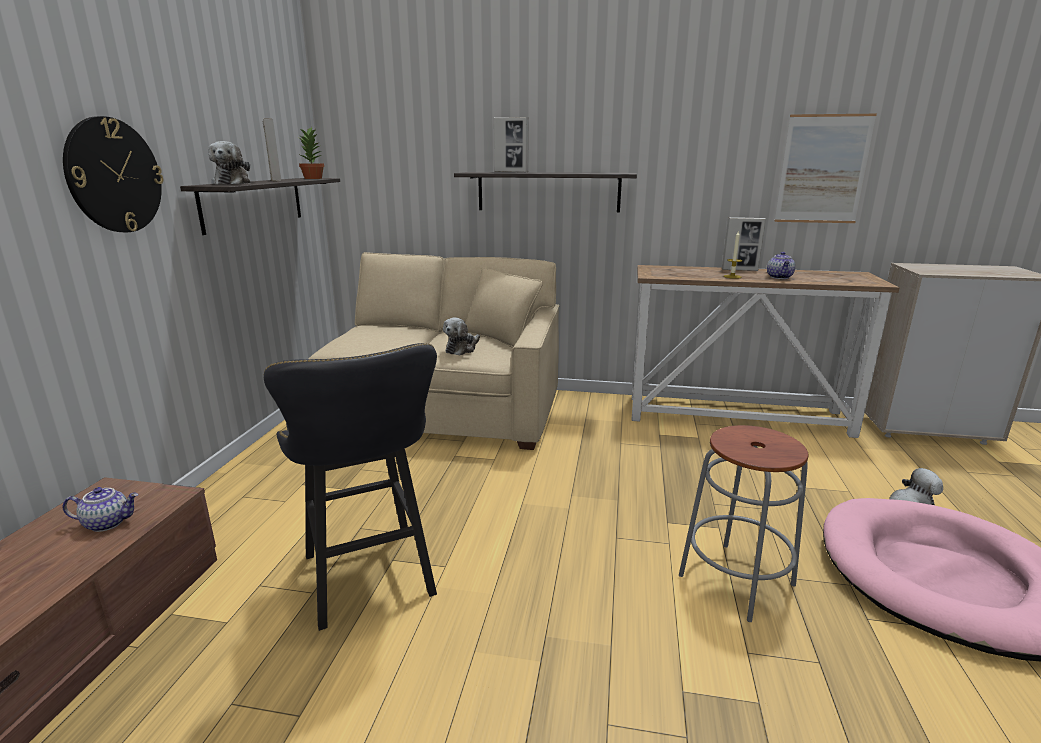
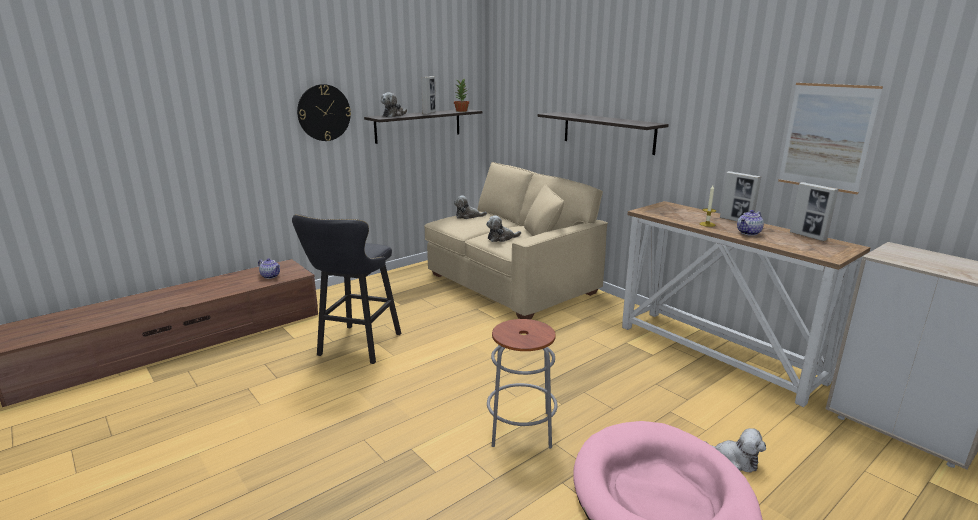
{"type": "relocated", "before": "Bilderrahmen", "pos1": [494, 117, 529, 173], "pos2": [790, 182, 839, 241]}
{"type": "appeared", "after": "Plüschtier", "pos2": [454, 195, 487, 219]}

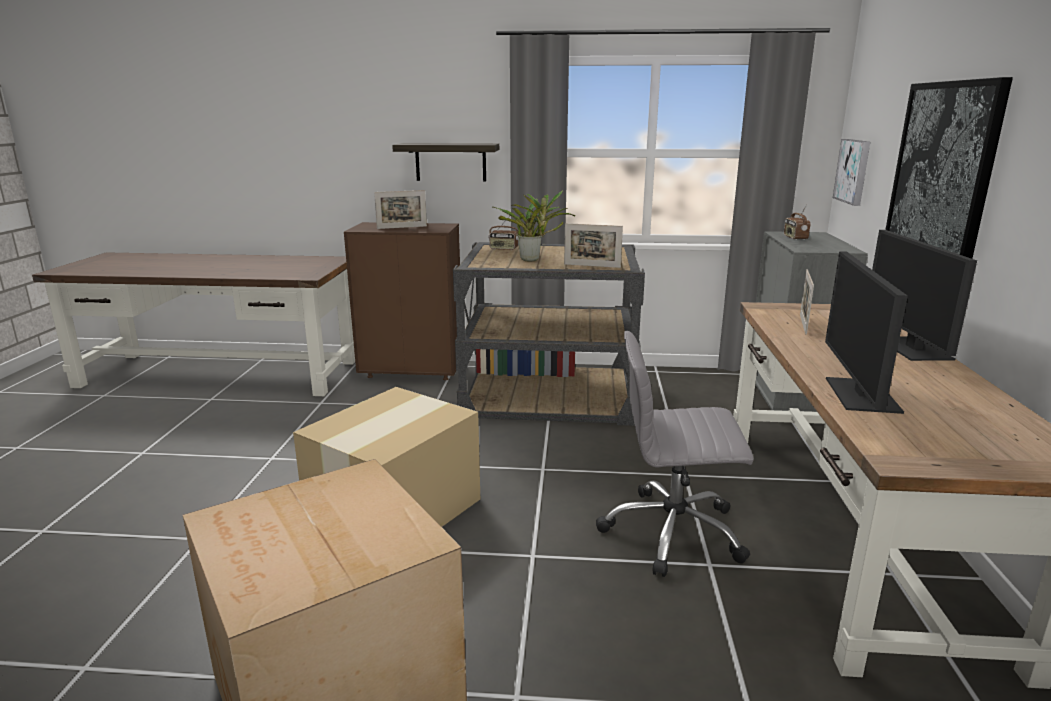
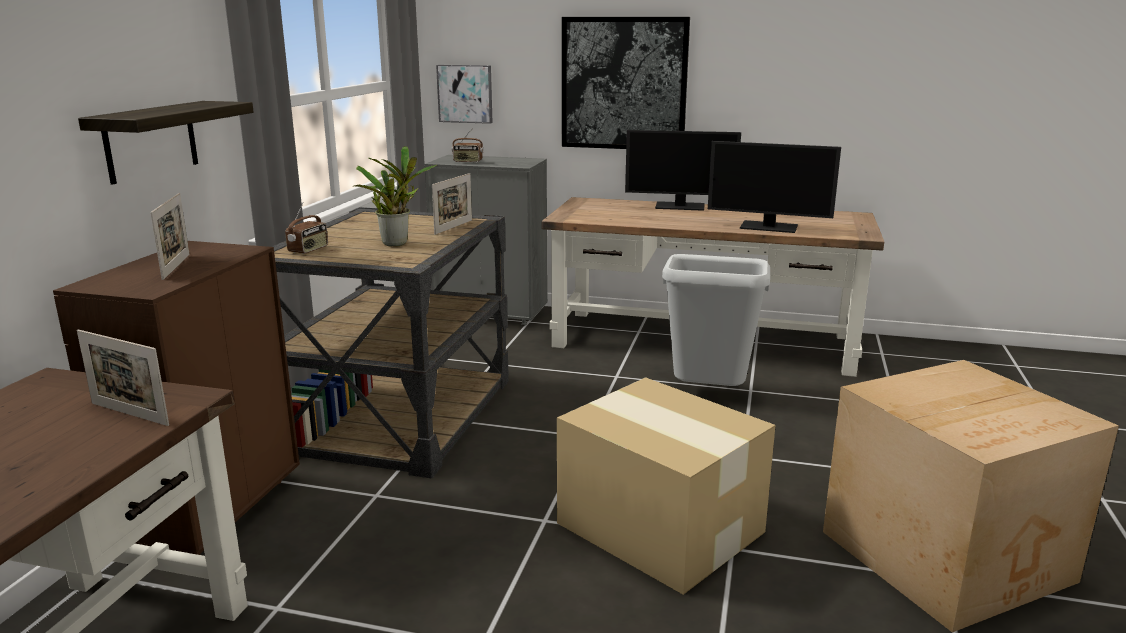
{"type": "relocated", "before": "Bilderrahmen", "pos1": [800, 269, 814, 335], "pos2": [77, 329, 169, 426]}
{"type": "exchanged", "before": "Bürostuhl (grau)", "after": "Mülleimer (grau)", "pos1": [596, 331, 754, 577], "pos2": [662, 254, 770, 386]}

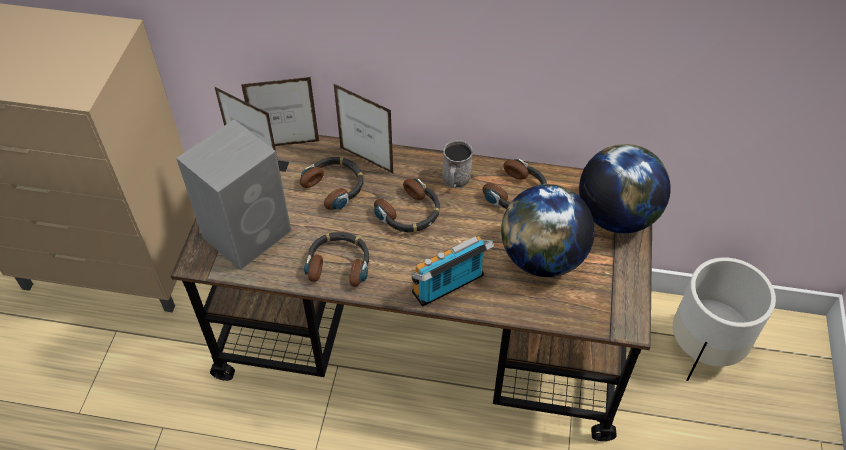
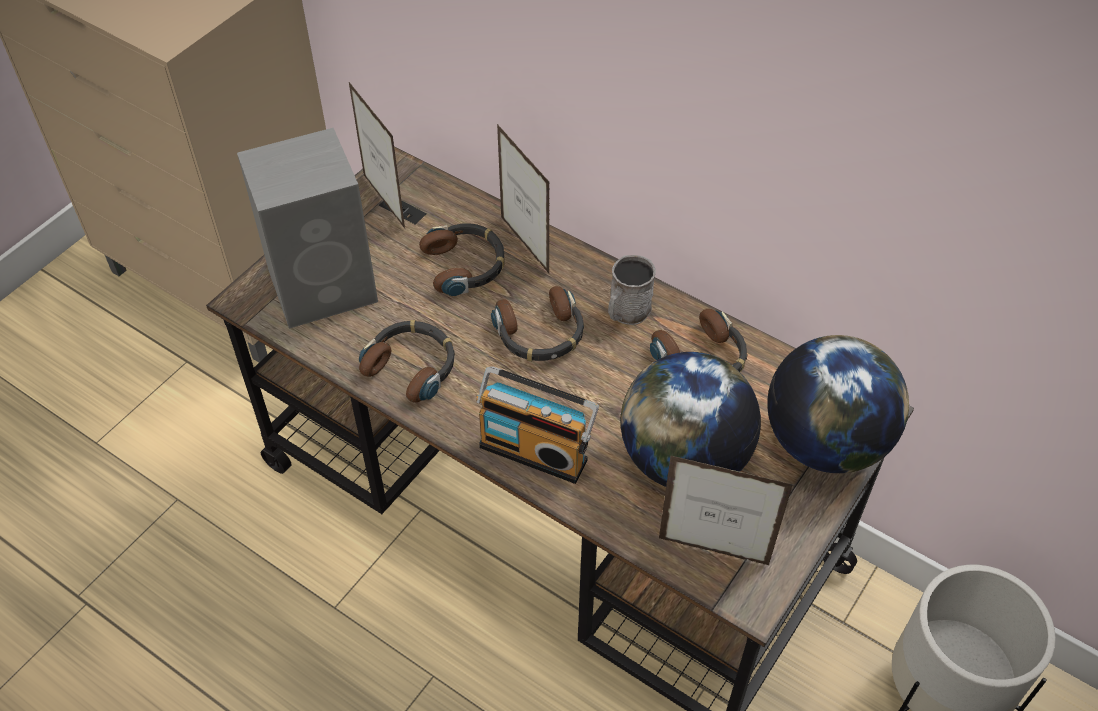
{"type": "relocated", "before": "Bilderrahmen", "pos1": [241, 77, 319, 146], "pos2": [659, 456, 794, 566]}
{"type": "spun", "before": "Radio", "pos1": [412, 236, 494, 307], "pos2": [476, 366, 599, 484], "turn": -150}

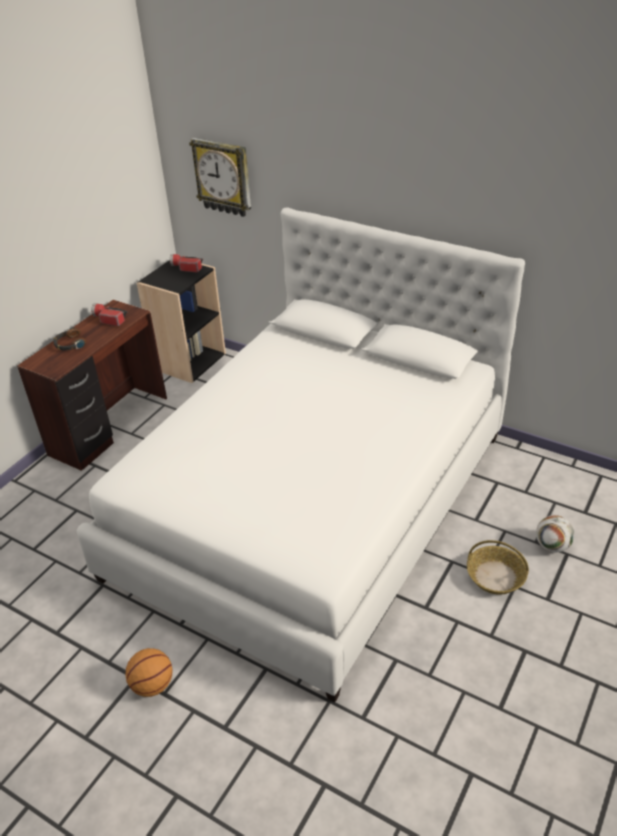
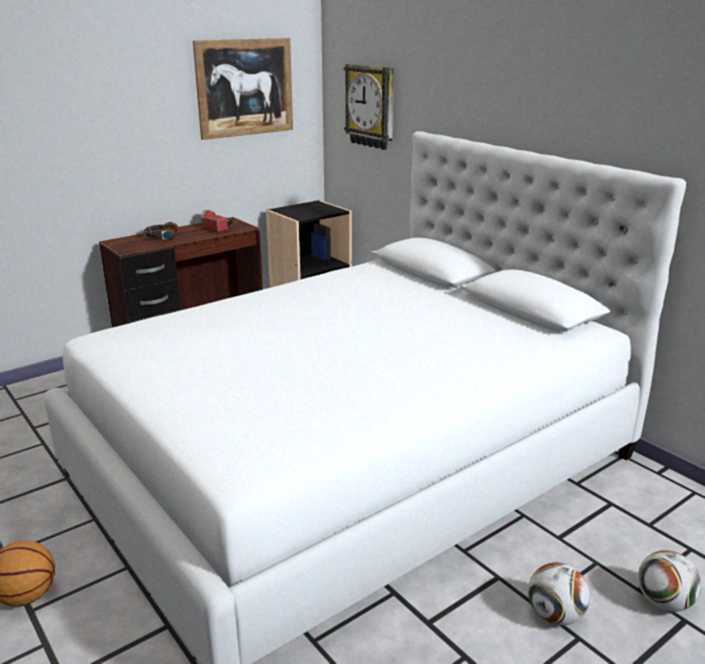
{"type": "missing", "before": "Taschenlampe", "pos1": [170, 254, 203, 272]}
{"type": "exchanged", "before": "Korb", "after": "Fußball", "pos1": [467, 540, 529, 595], "pos2": [528, 562, 590, 626]}
{"type": "appeared", "after": "Bild", "pos2": [193, 38, 293, 140]}

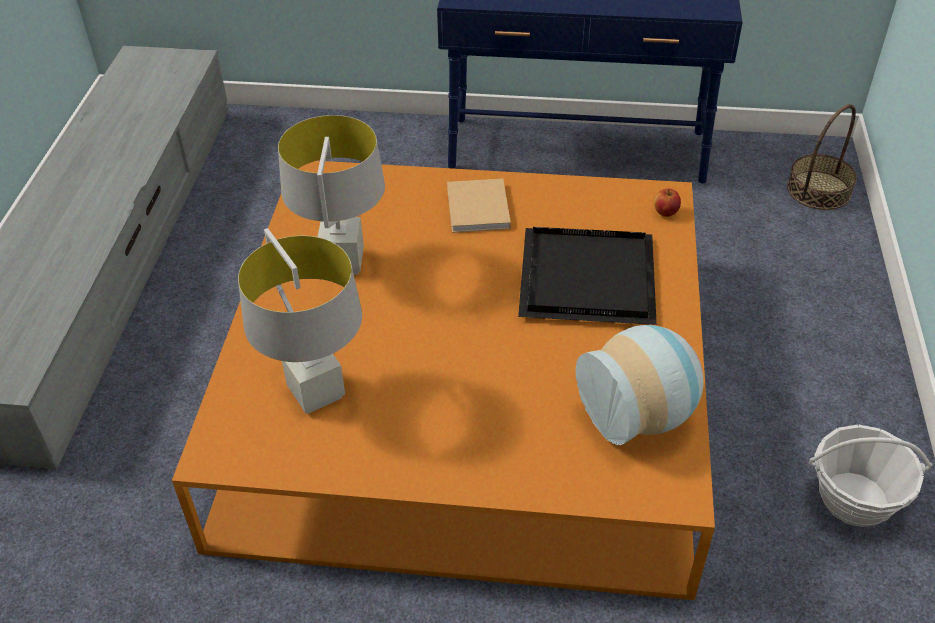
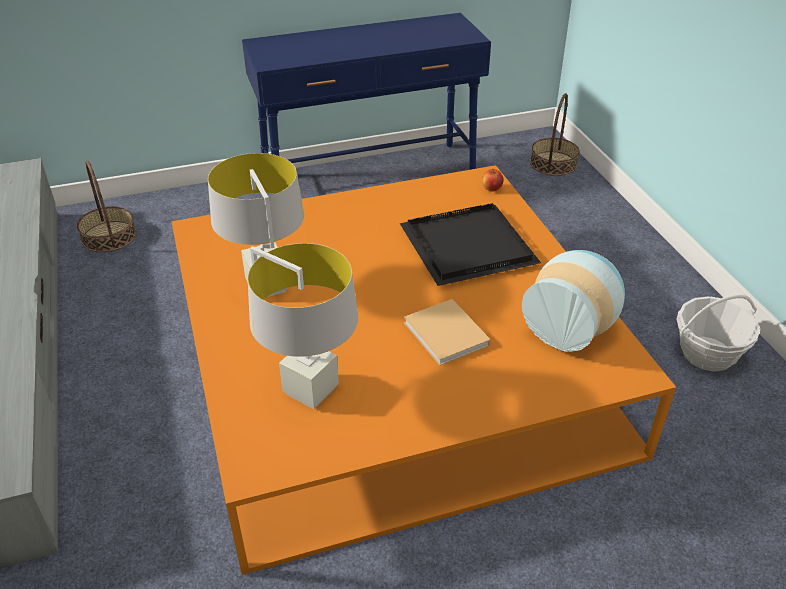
{"type": "relocated", "before": "Buch (beige)", "pos1": [447, 179, 511, 233], "pos2": [404, 299, 491, 366]}
{"type": "appeared", "after": "Korb", "pos2": [77, 161, 137, 253]}

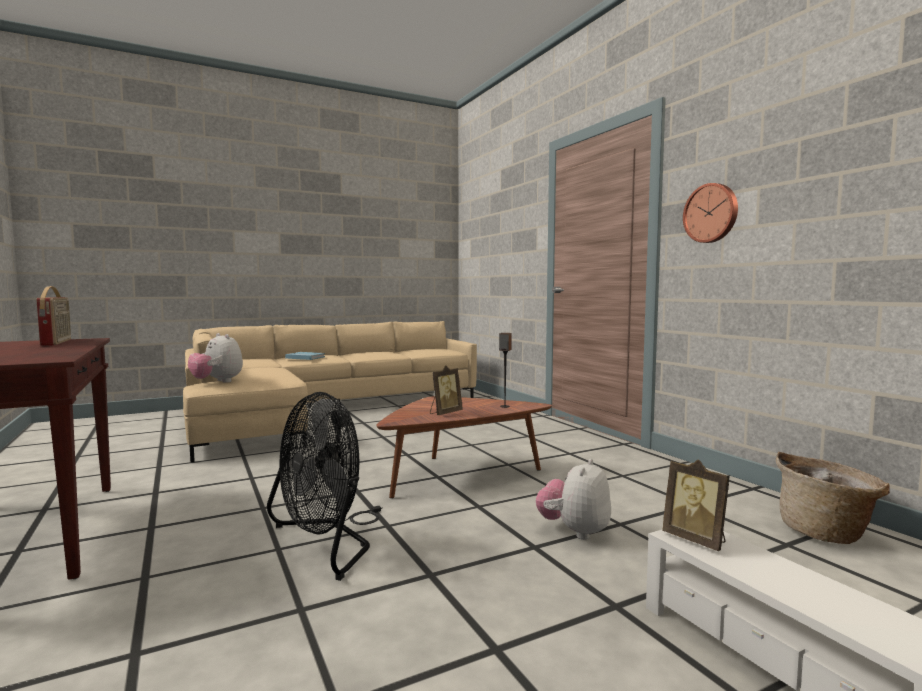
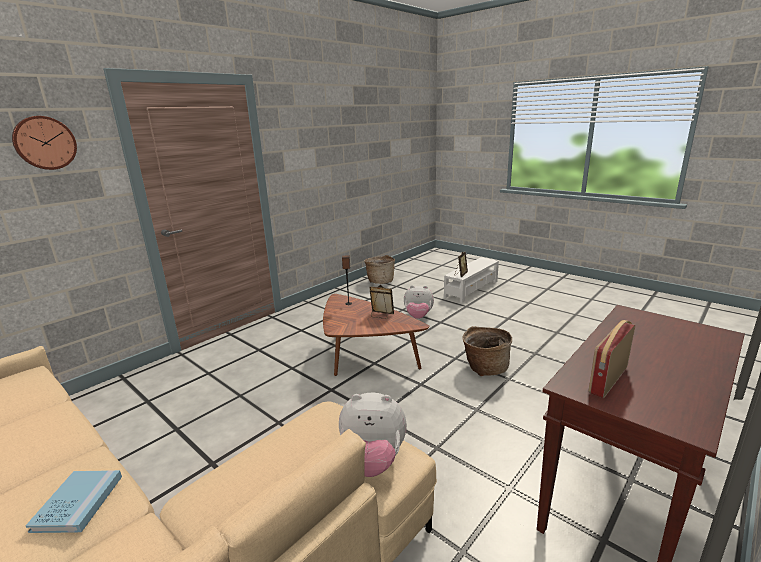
{"type": "relocated", "before": "Wanduhr", "pos1": [683, 183, 738, 243], "pos2": [12, 116, 77, 170]}
{"type": "spun", "before": "Plüschtier", "pos1": [188, 333, 243, 383], "pos2": [339, 393, 407, 477], "turn": 75}
{"type": "exchanged", "before": "Ventilator (schwarz)", "after": "Korb", "pos1": [267, 392, 382, 581], "pos2": [462, 326, 512, 376]}

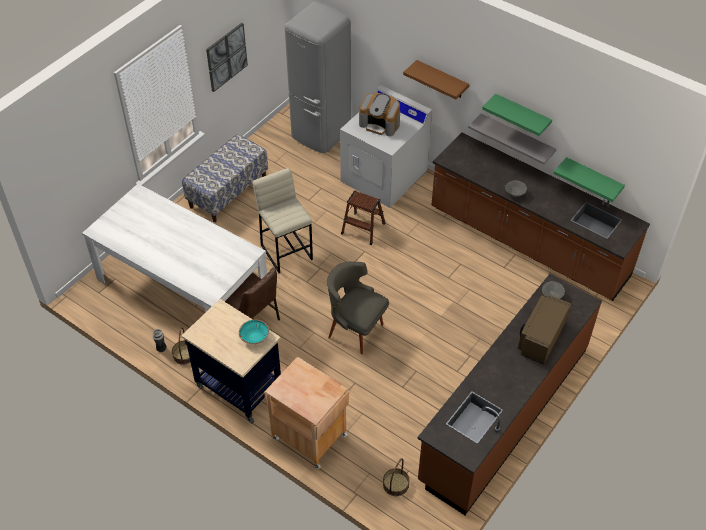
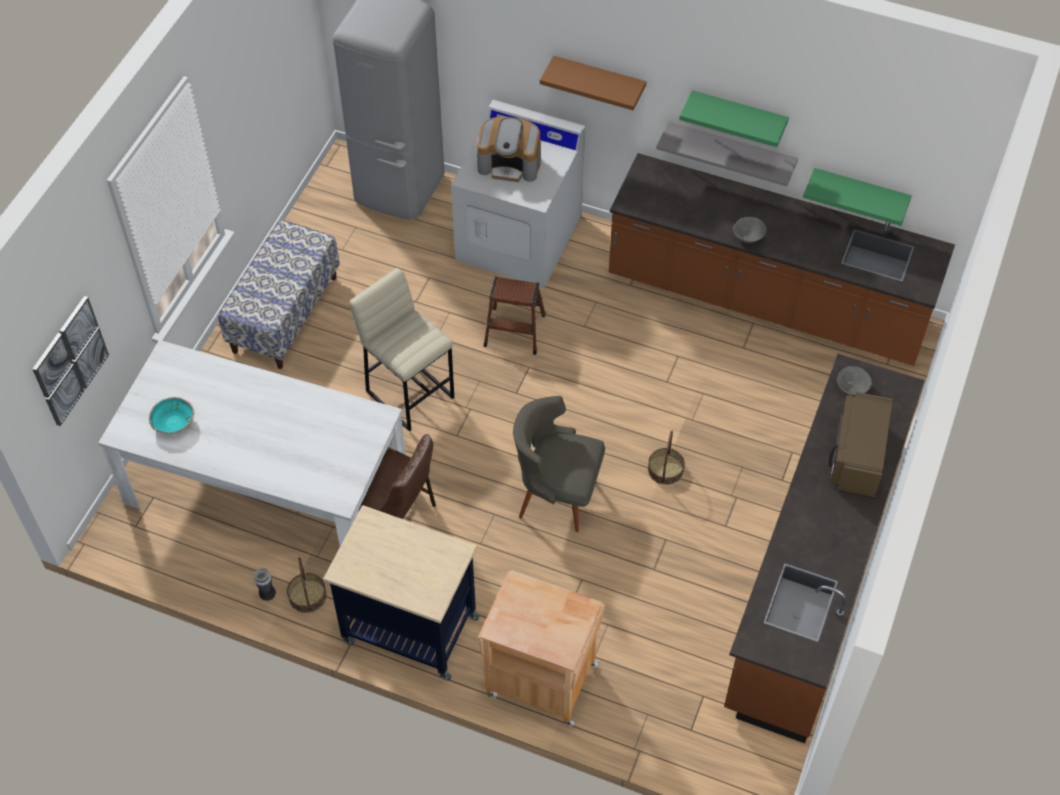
{"type": "relocated", "before": "Bild", "pos1": [206, 23, 248, 92], "pos2": [33, 296, 109, 426]}
{"type": "relocated", "before": "Schüssel (türkis)", "pos1": [239, 319, 270, 344], "pos2": [149, 397, 194, 434]}
{"type": "relocated", "before": "Korb", "pos1": [383, 458, 410, 496], "pos2": [648, 430, 685, 485]}

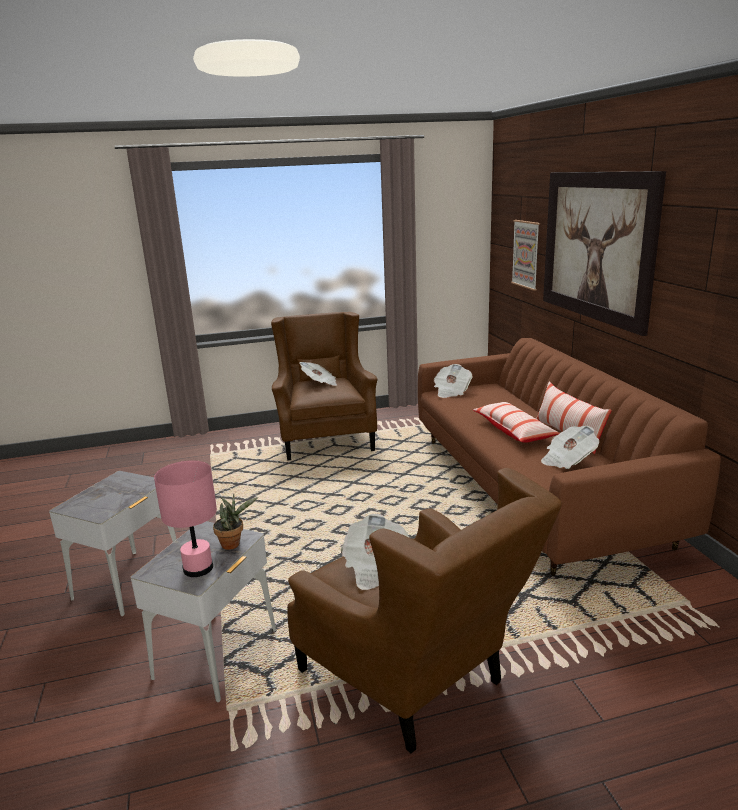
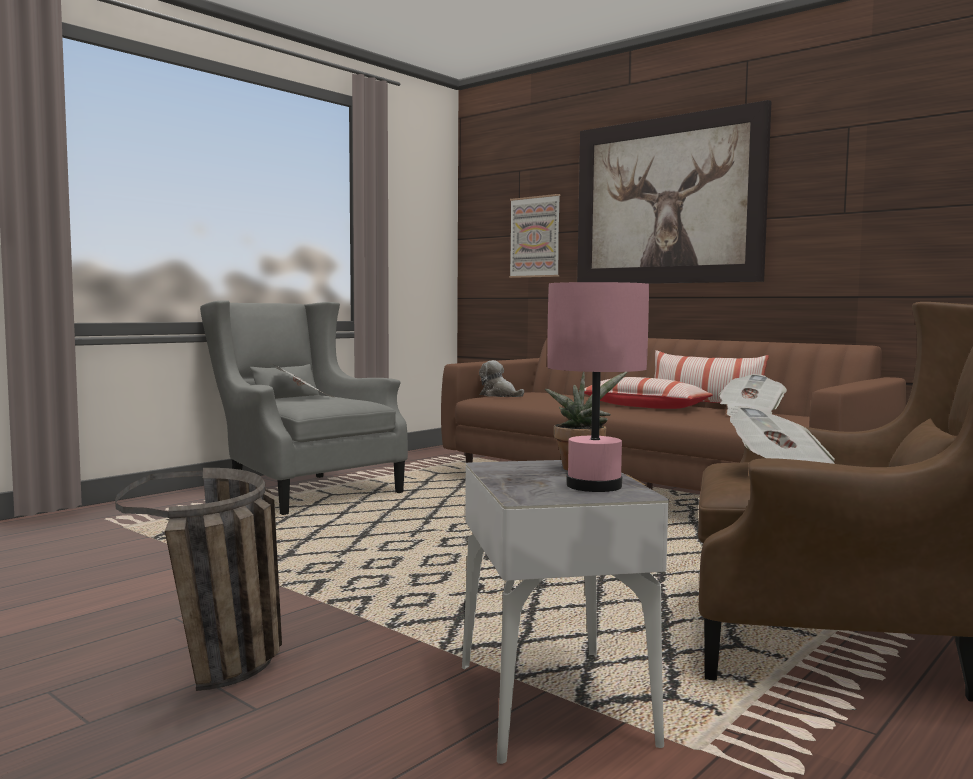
{"type": "colour", "before": "Sessel (braun)", "after": "Sessel (grau)", "pos1": [271, 312, 378, 461], "pos2": [200, 300, 408, 515]}
{"type": "exchanged", "before": "Zeitung", "after": "Plüschtier", "pos1": [433, 364, 473, 398], "pos2": [479, 360, 524, 397]}
{"type": "exchanged", "before": "Beistelltisch", "after": "Korb", "pos1": [49, 471, 177, 616], "pos2": [115, 468, 282, 691]}

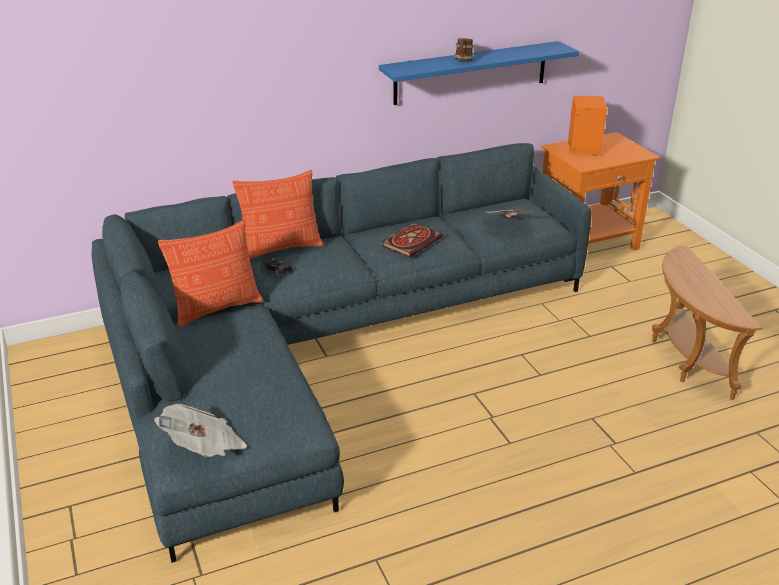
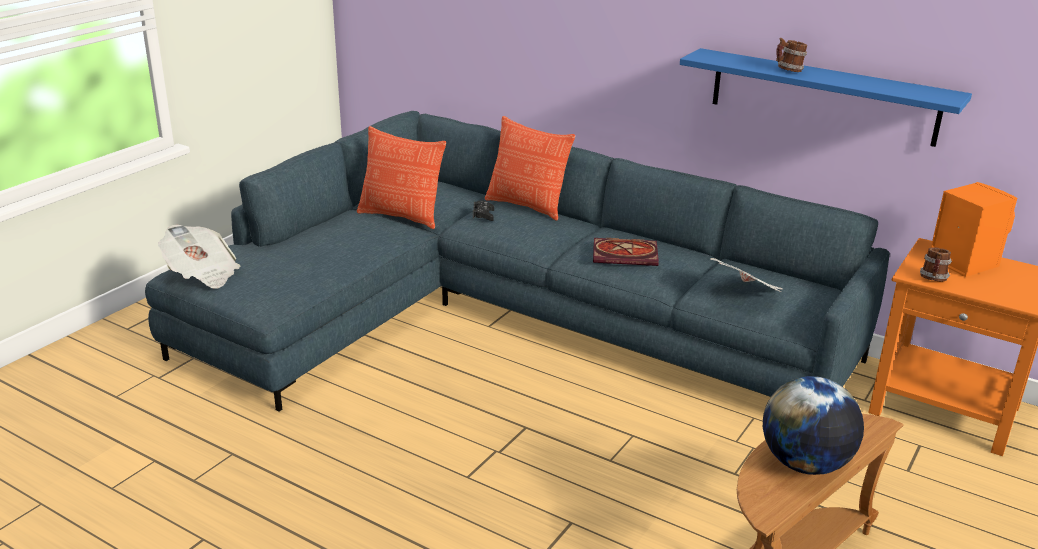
{"type": "appeared", "after": "Henkelbecher", "pos2": [920, 247, 952, 281]}
{"type": "appeared", "after": "Globus", "pos2": [763, 376, 864, 475]}

